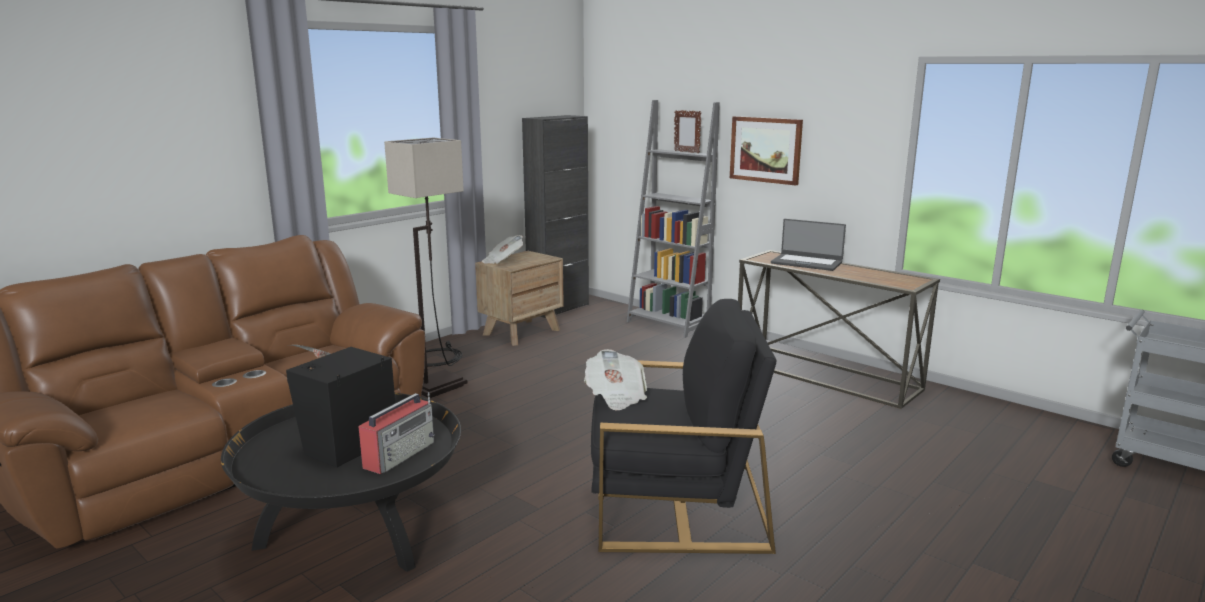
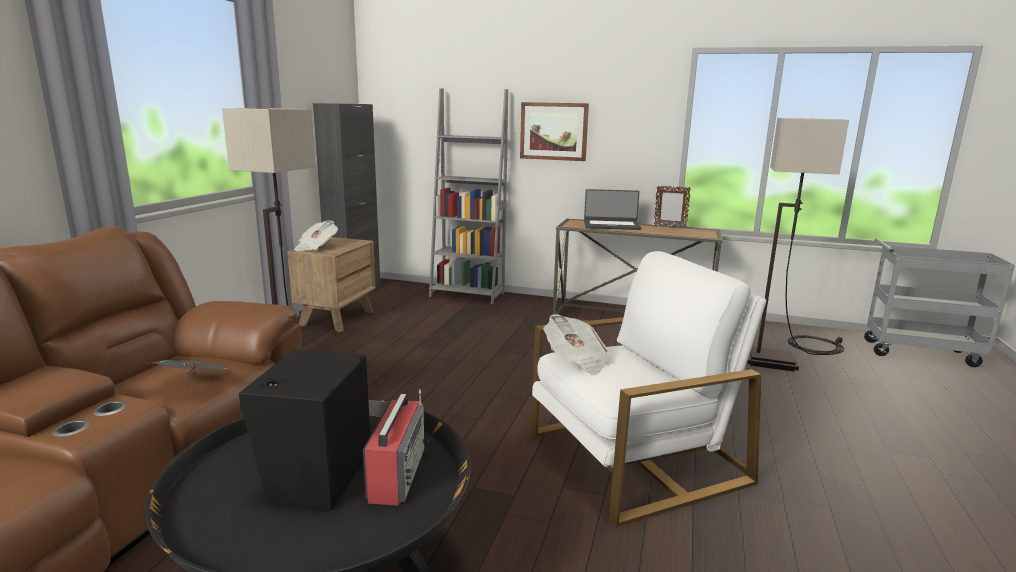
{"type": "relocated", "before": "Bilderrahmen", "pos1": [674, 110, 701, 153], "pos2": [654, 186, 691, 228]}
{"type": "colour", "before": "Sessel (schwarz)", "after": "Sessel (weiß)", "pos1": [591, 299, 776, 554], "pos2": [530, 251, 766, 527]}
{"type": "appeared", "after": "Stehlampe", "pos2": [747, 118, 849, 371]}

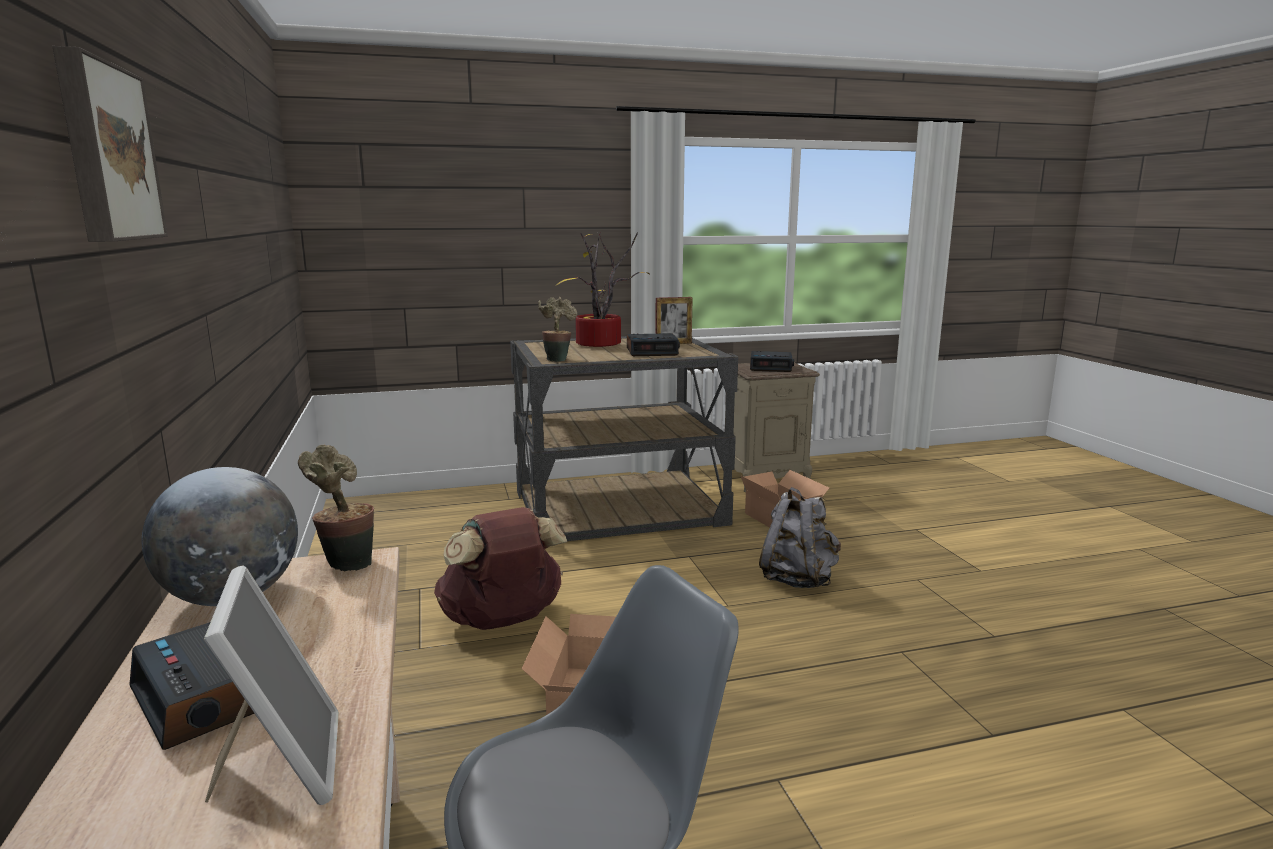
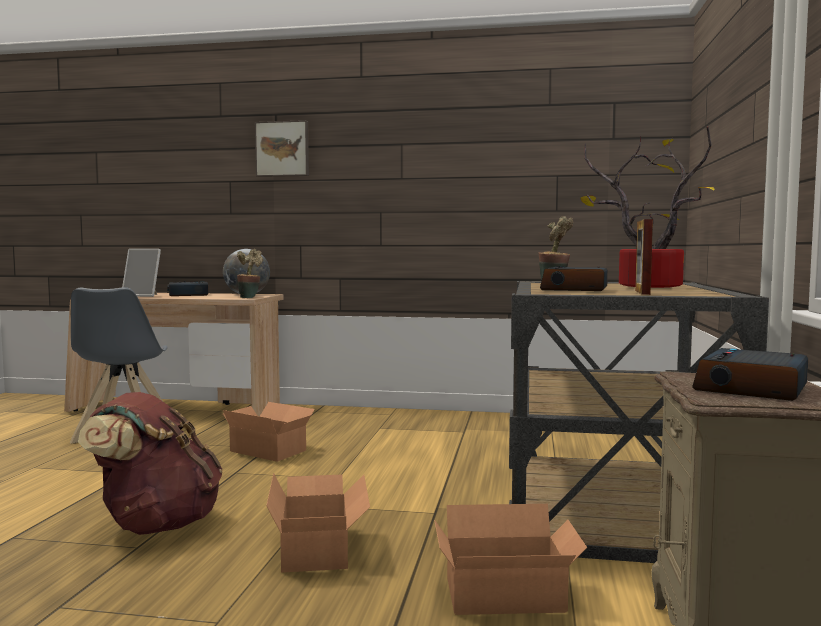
{"type": "exchanged", "before": "Rucksack (grau)", "after": "Karton", "pos1": [759, 487, 841, 588], "pos2": [266, 473, 370, 573]}
{"type": "relocated", "before": "Rucksack (braun)", "pos1": [434, 507, 567, 630], "pos2": [78, 392, 223, 535]}

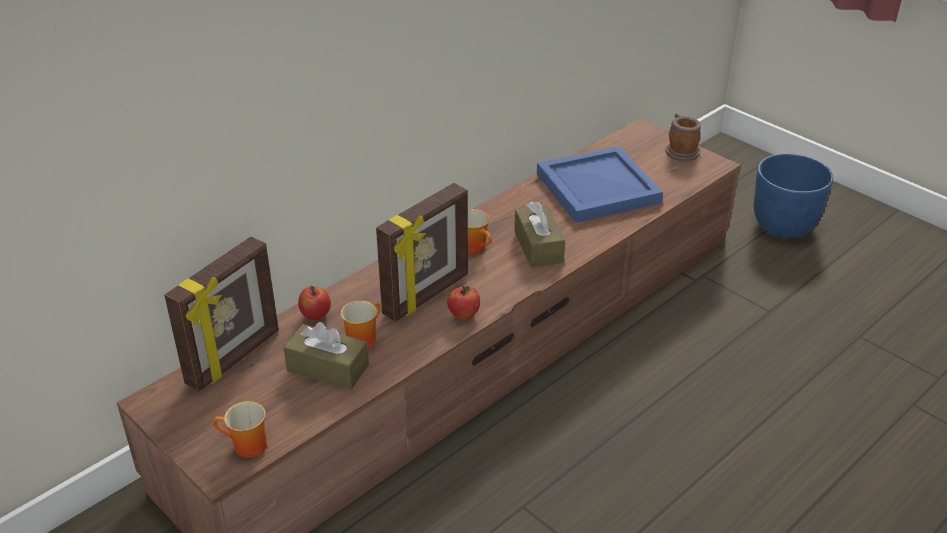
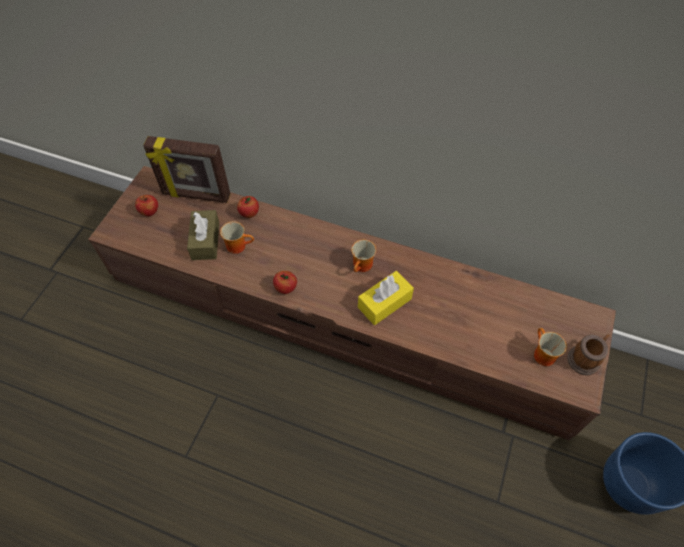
{"type": "missing", "before": "Tablett (blau)", "pos1": [537, 146, 663, 223]}
{"type": "missing", "before": "Bilderrahmen", "pos1": [376, 183, 468, 322]}
{"type": "colour", "before": "Taschentuchbox (braun)", "after": "Taschentuchbox (gelb)", "pos1": [514, 201, 565, 267], "pos2": [358, 271, 414, 325]}
{"type": "relocated", "before": "Henkelbecher", "pos1": [213, 401, 267, 458], "pos2": [534, 328, 567, 366]}
{"type": "appeared", "after": "Apfel", "pos2": [135, 195, 158, 216]}

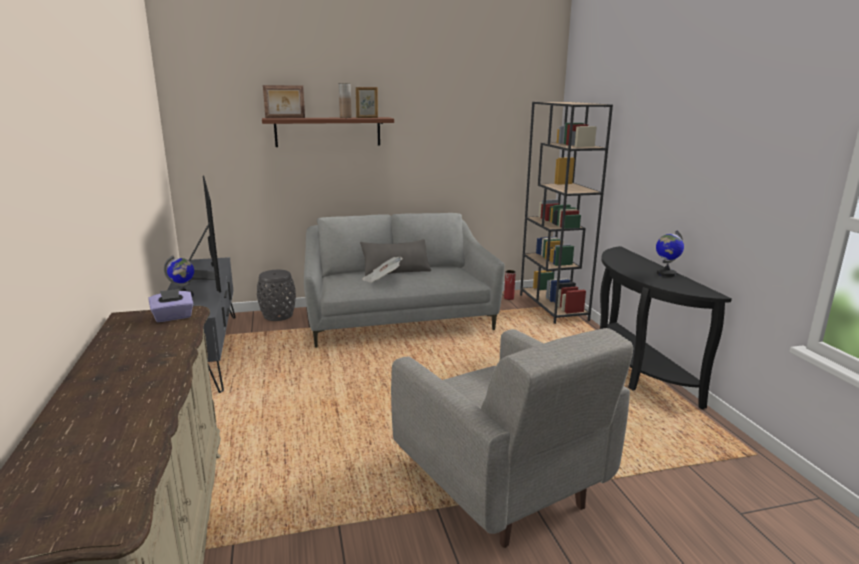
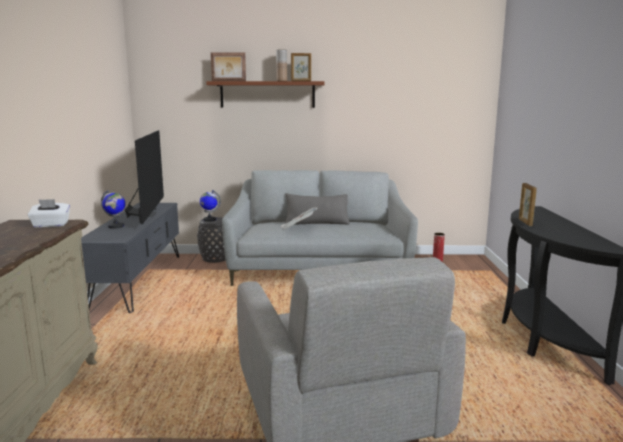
{"type": "missing", "before": "Bücherregal", "pos1": [520, 102, 613, 324]}
{"type": "relocated", "before": "Globus", "pos1": [656, 231, 684, 277], "pos2": [200, 190, 221, 222]}
{"type": "colour", "before": "Taschentuchbox (lila)", "after": "Taschentuchbox (weiß)", "pos1": [148, 289, 193, 322], "pos2": [28, 199, 70, 228]}
{"type": "appeared", "after": "Bilderrahmen", "pos2": [519, 183, 537, 226]}

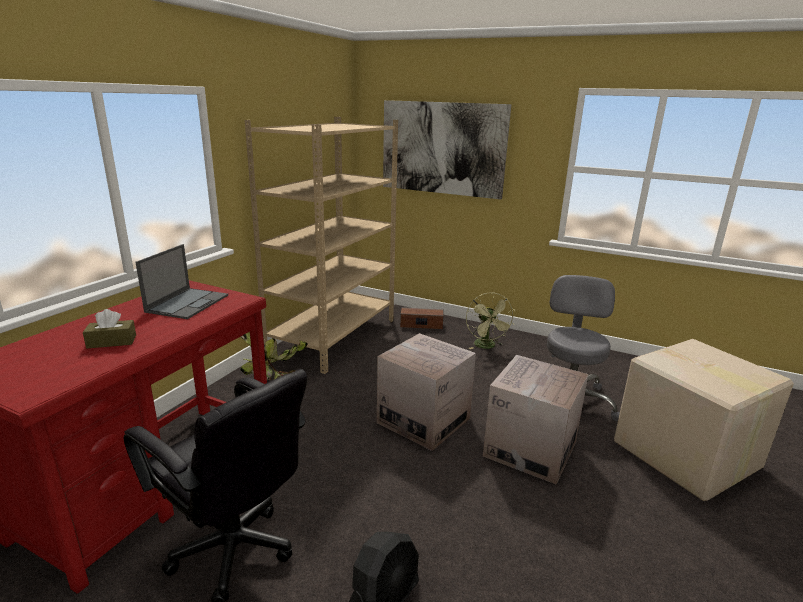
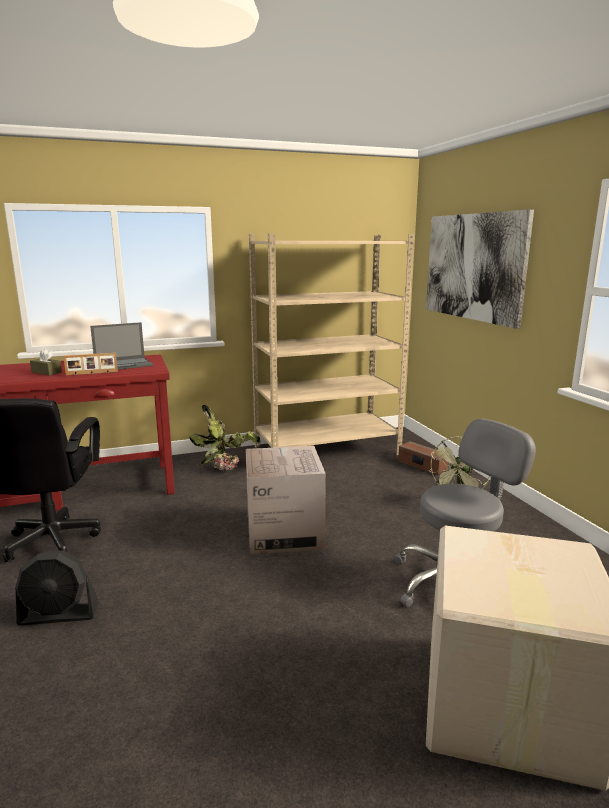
{"type": "missing", "before": "Karton", "pos1": [483, 355, 588, 485]}
{"type": "appeared", "after": "Bilderrahmen", "pos2": [63, 353, 118, 375]}

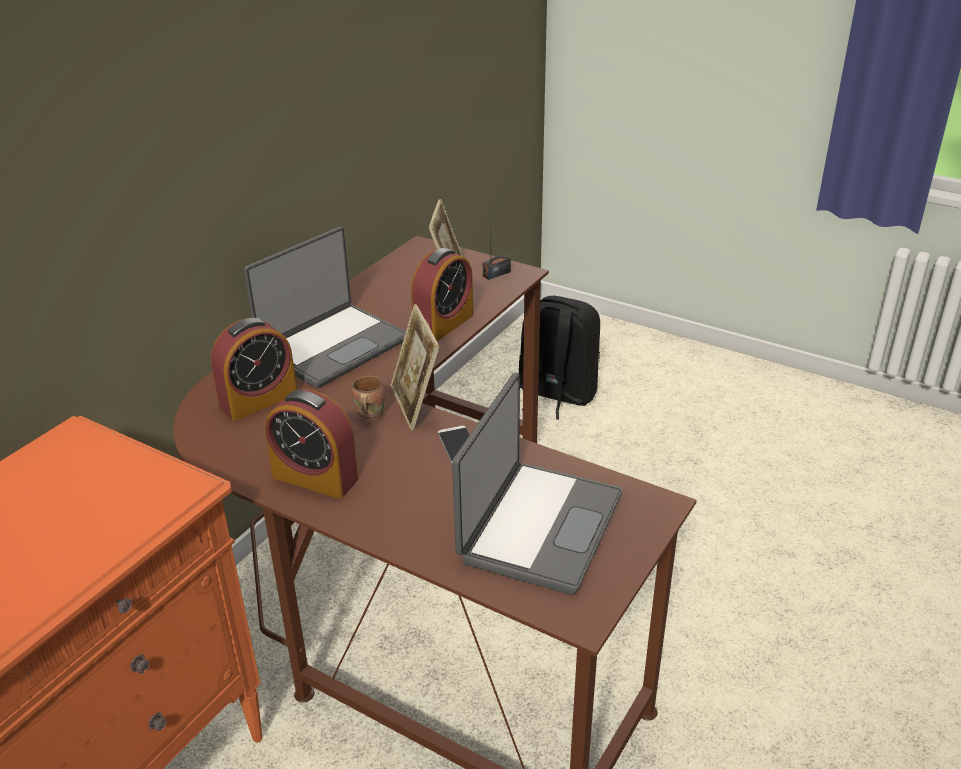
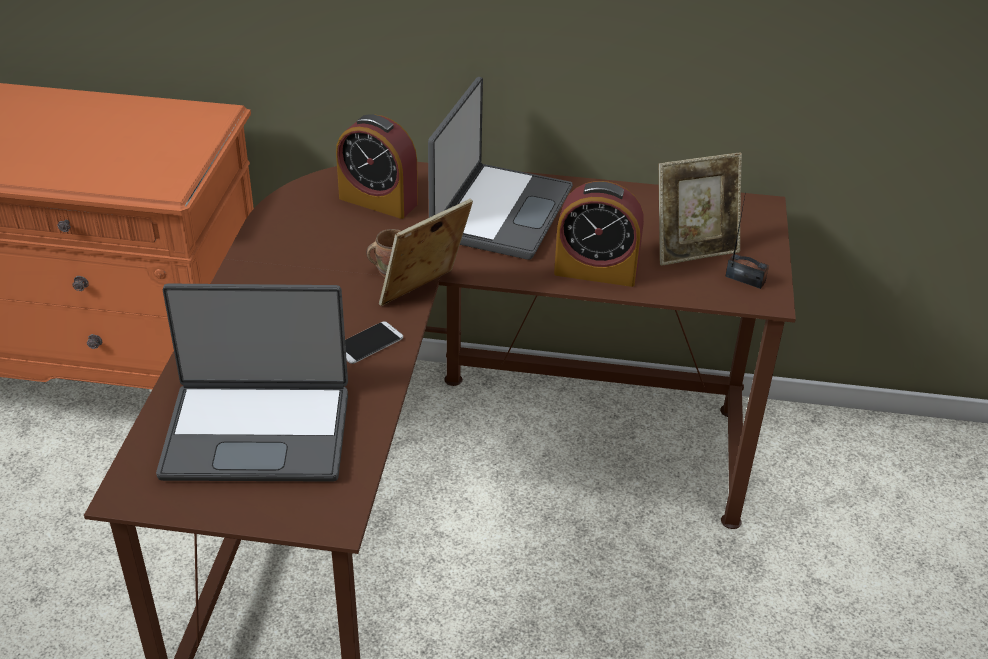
{"type": "spun", "before": "Laptop", "pos1": [244, 227, 406, 388], "pos2": [428, 77, 573, 260], "turn": -90}
{"type": "missing", "before": "Rucksack (schwarz)", "pos1": [519, 296, 600, 419]}
{"type": "missing", "before": "Wecker", "pos1": [265, 389, 358, 499]}

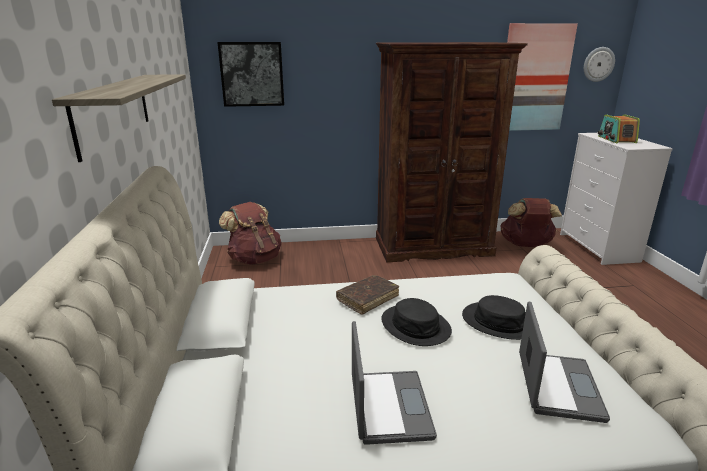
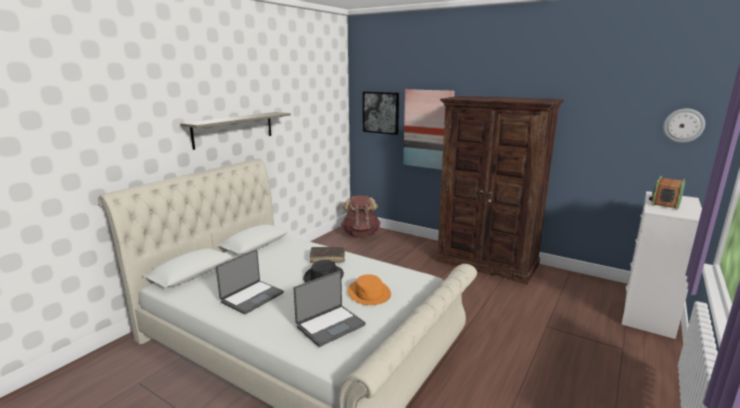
{"type": "relocated", "before": "Bild", "pos1": [507, 23, 578, 131], "pos2": [403, 89, 454, 170]}
{"type": "missing", "before": "Rucksack (braun)", "pos1": [500, 198, 562, 247]}
{"type": "colour", "before": "Hut (schwarz)", "after": "Hut (orange)", "pos1": [462, 295, 526, 340], "pos2": [348, 274, 391, 305]}

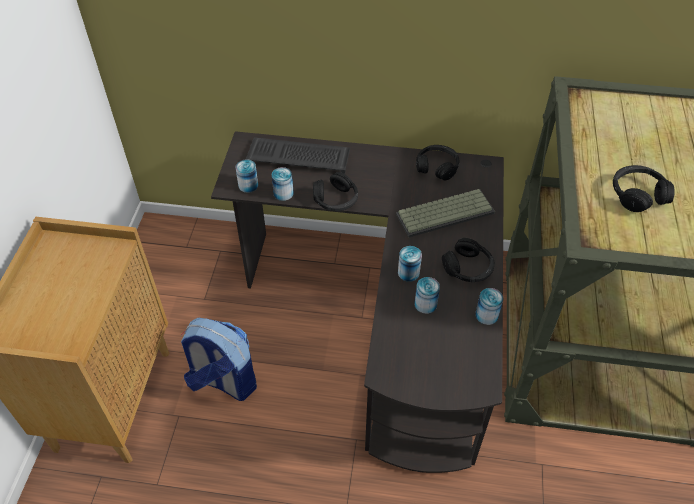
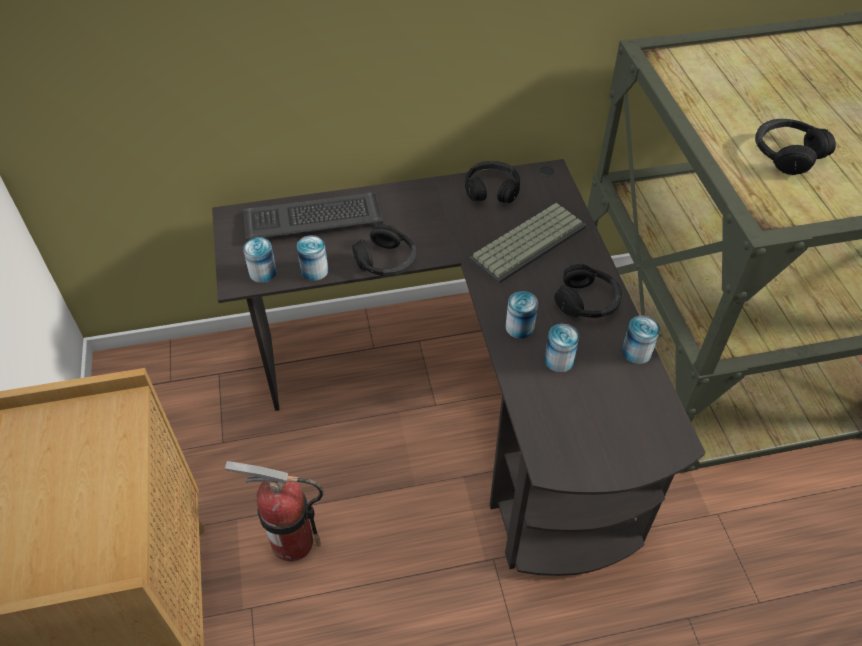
{"type": "exchanged", "before": "Rucksack", "after": "Feuerlöscher", "pos1": [181, 318, 257, 401], "pos2": [225, 461, 324, 561]}

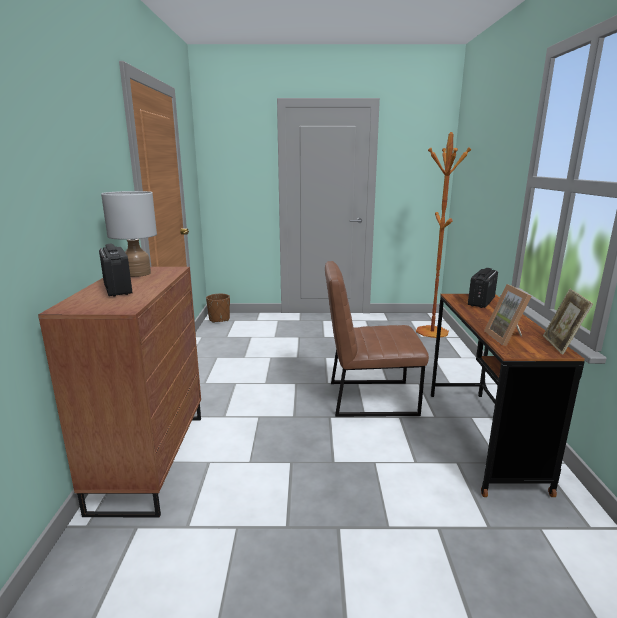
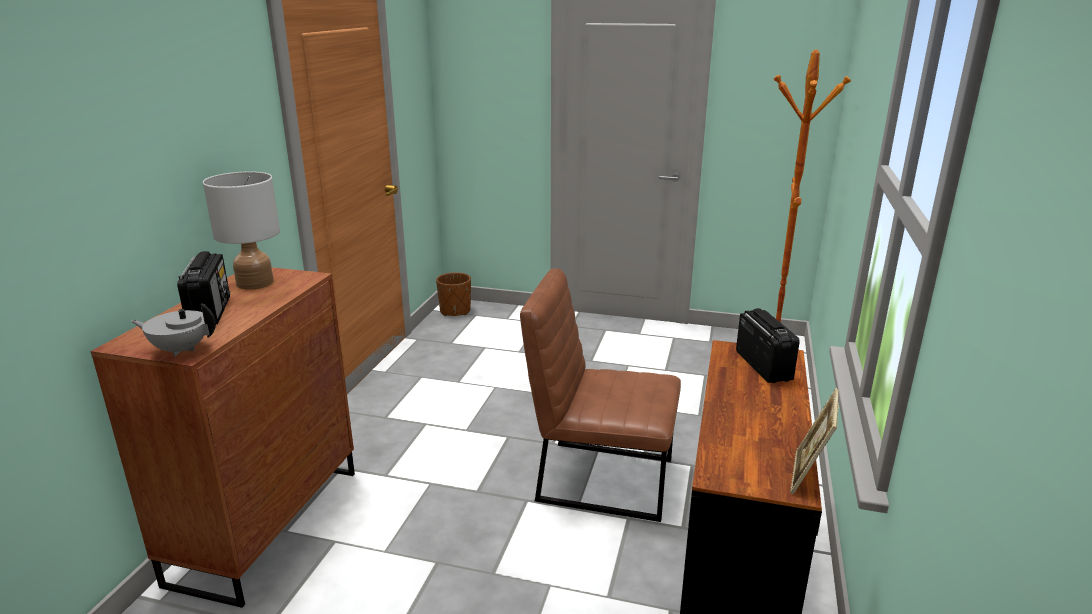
{"type": "spun", "before": "Radio", "pos1": [468, 268, 498, 308], "pos2": [736, 308, 800, 383], "turn": 120}
{"type": "missing", "before": "Bilderrahmen", "pos1": [484, 284, 531, 346]}
{"type": "appeared", "after": "Teekanne (grau)", "pos2": [131, 303, 216, 356]}

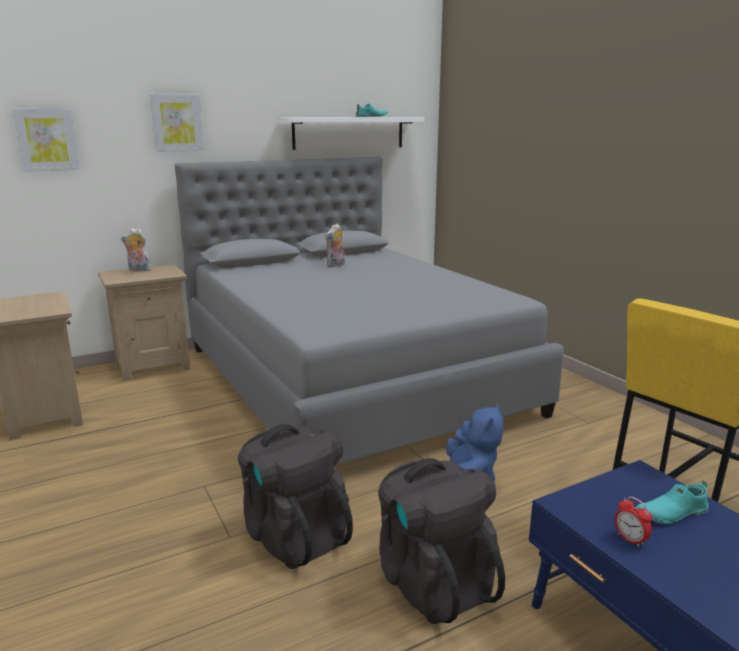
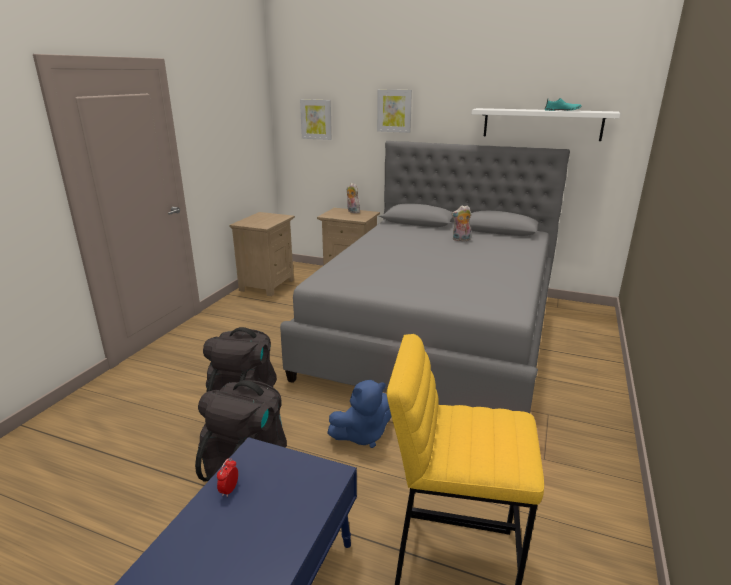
{"type": "missing", "before": "Schuh (türkis)", "pos1": [636, 481, 709, 524]}

